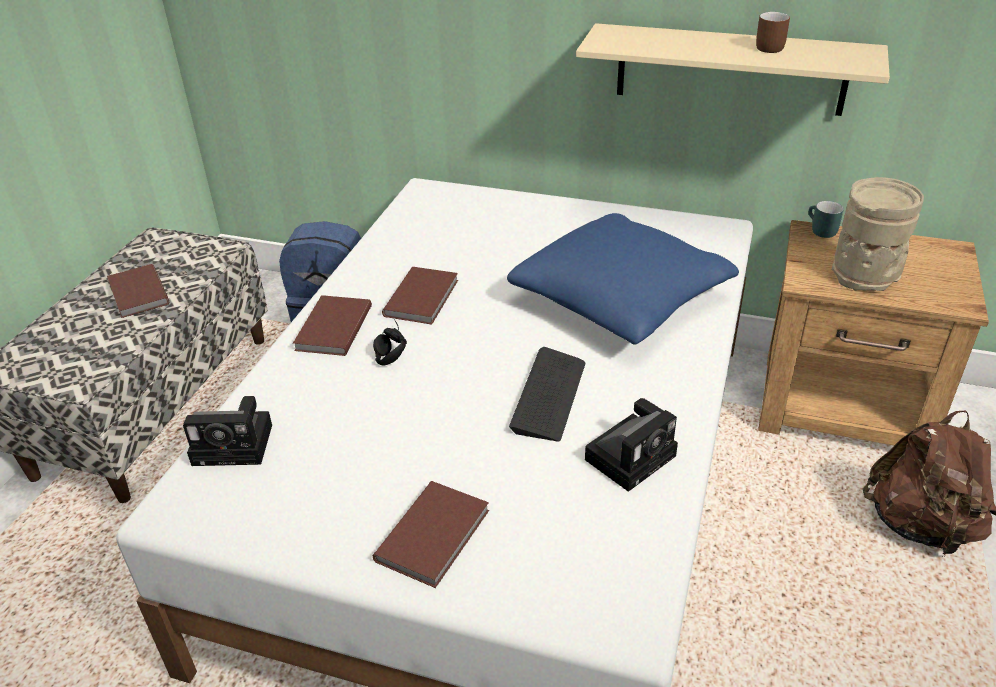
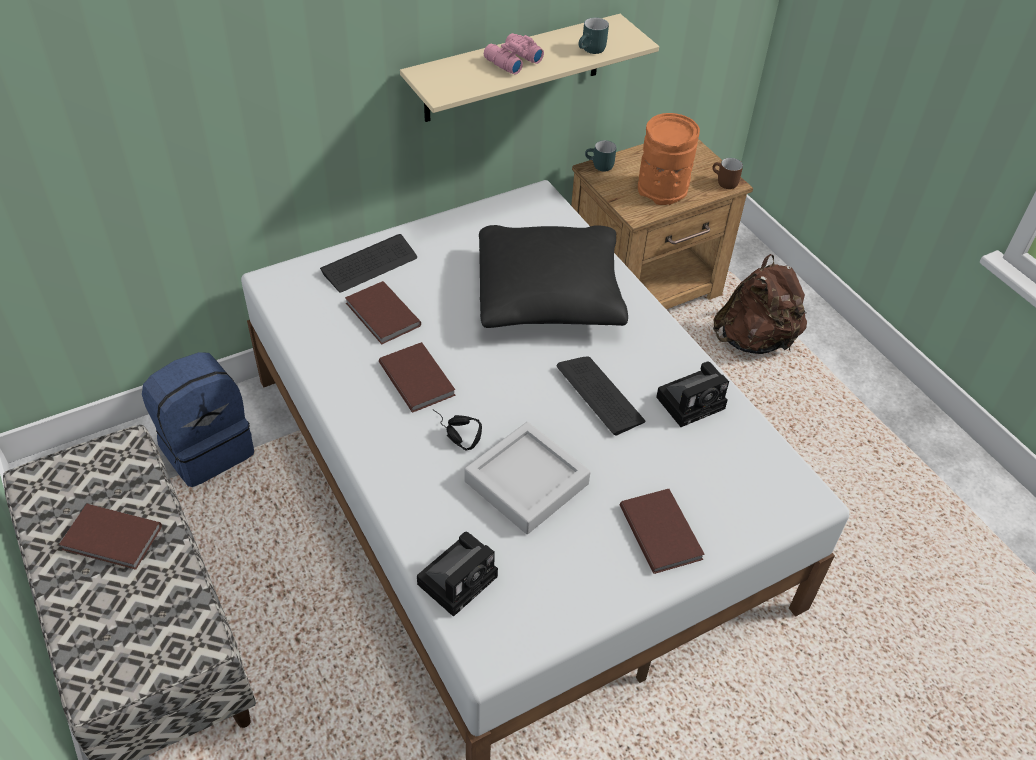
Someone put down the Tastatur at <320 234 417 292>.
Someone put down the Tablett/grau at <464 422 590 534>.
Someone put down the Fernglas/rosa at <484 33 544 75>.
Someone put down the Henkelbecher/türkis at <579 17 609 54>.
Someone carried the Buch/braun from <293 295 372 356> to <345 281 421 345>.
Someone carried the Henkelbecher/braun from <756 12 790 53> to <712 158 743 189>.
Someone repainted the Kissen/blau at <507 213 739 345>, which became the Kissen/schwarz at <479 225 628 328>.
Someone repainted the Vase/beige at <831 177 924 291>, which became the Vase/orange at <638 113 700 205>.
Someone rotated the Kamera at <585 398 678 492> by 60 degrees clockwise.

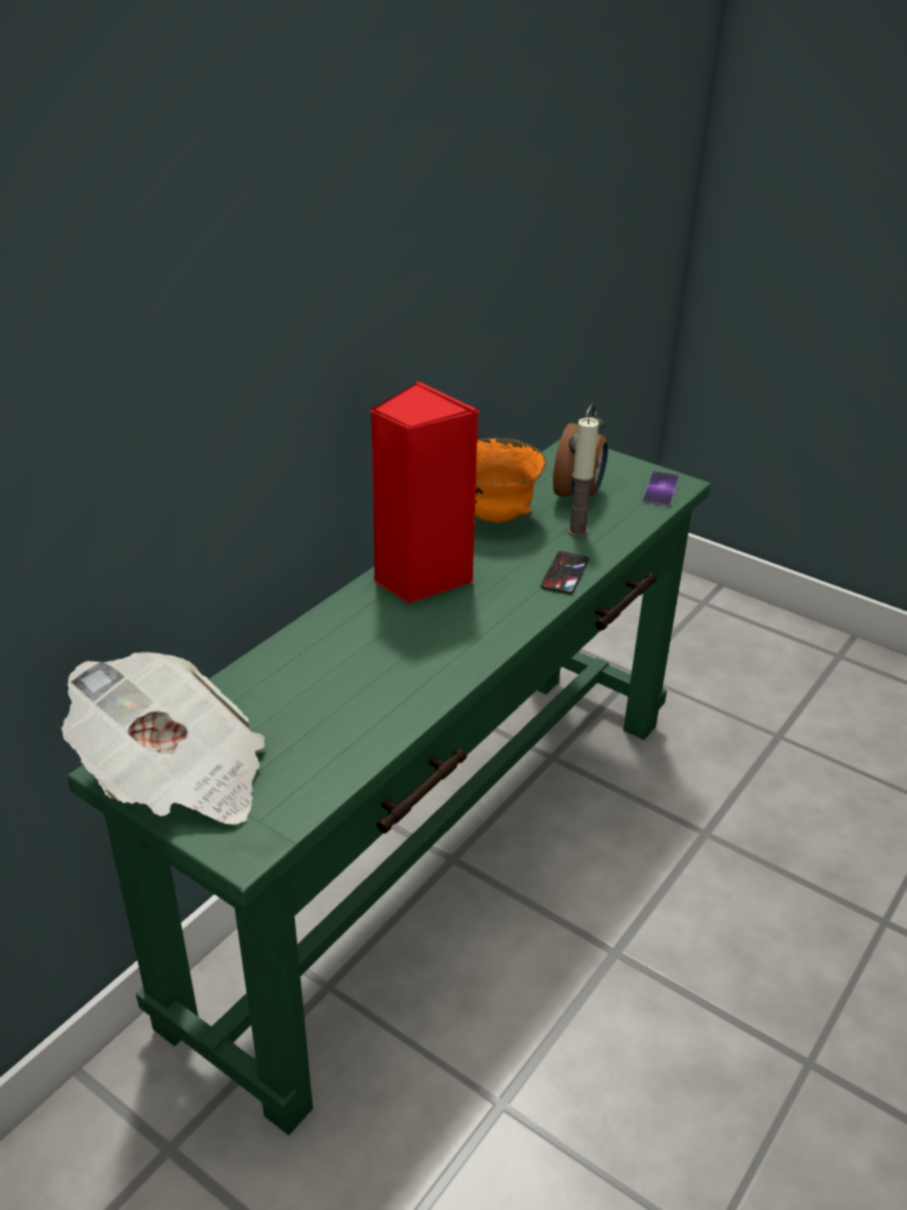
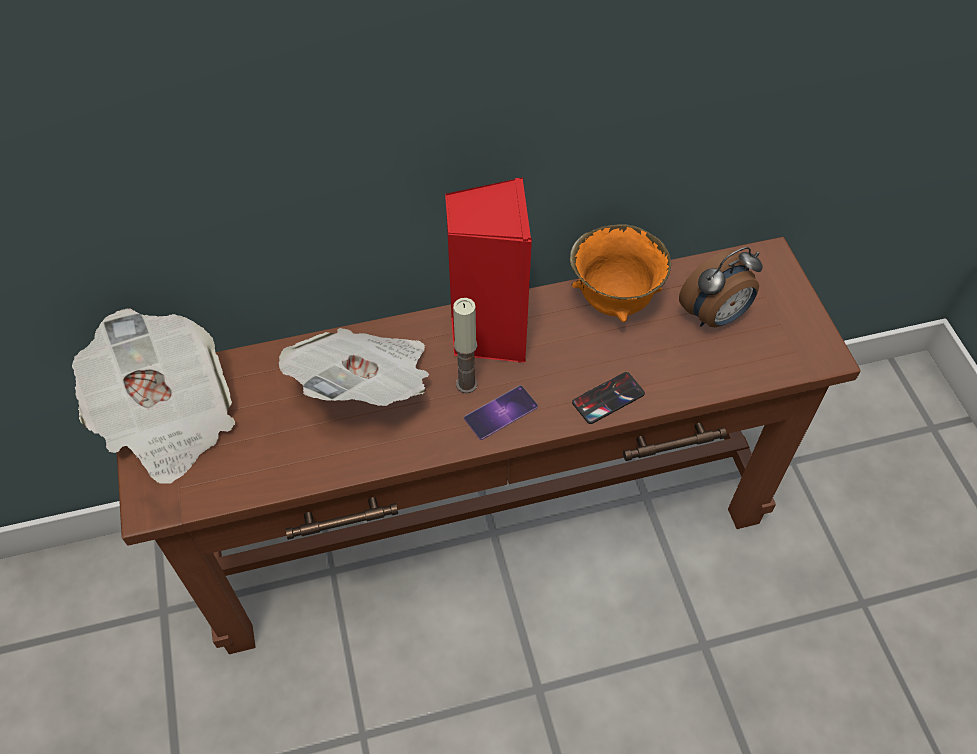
Someone put down the Zeitung at <279 328 429 406>.
Someone carried the Kerze from <567 418 599 537> to <453 298 478 393>.
Someone carried the Handy from <642 471 679 506> to <464 385 538 440>.
Someone repainted the Konsolentisch/grün at <67 440 711 1135>, which became the Konsolentisch/braun at <117 237 861 654>.

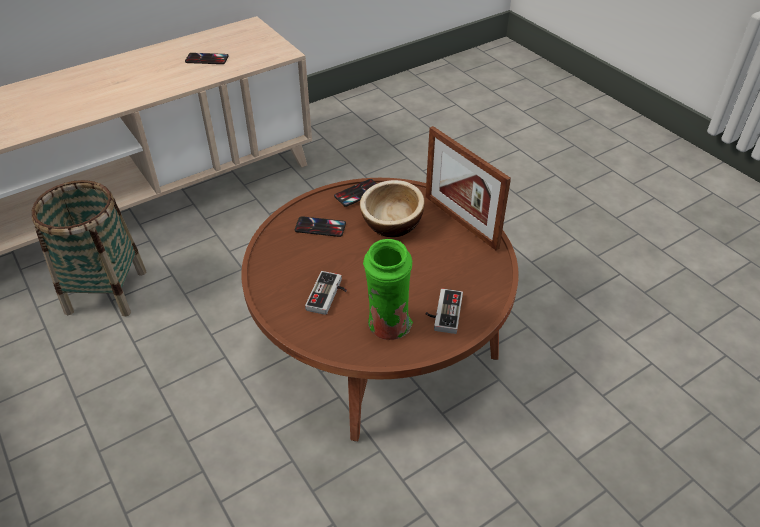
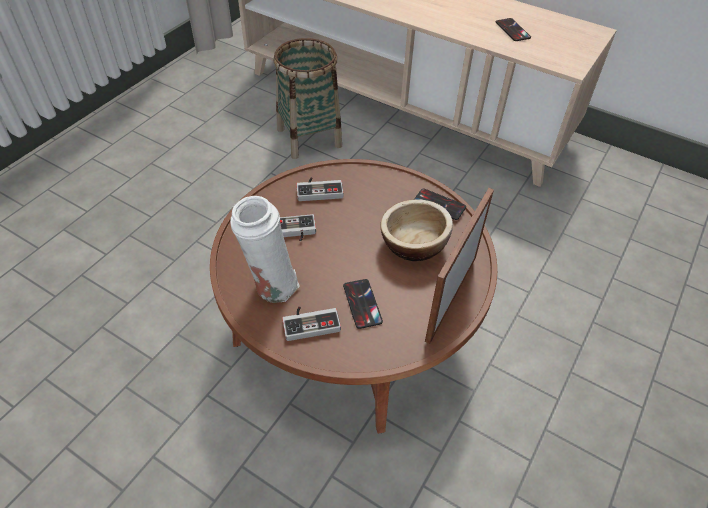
Someone put down the Gamepad at <296 177 344 201>.
Someone carried the Handy from <295 216 346 237> to <343 279 383 329>.
Someone repainted the Vase/grün at <363 239 413 340>, which became the Vase/weiß at <230 196 300 303>.

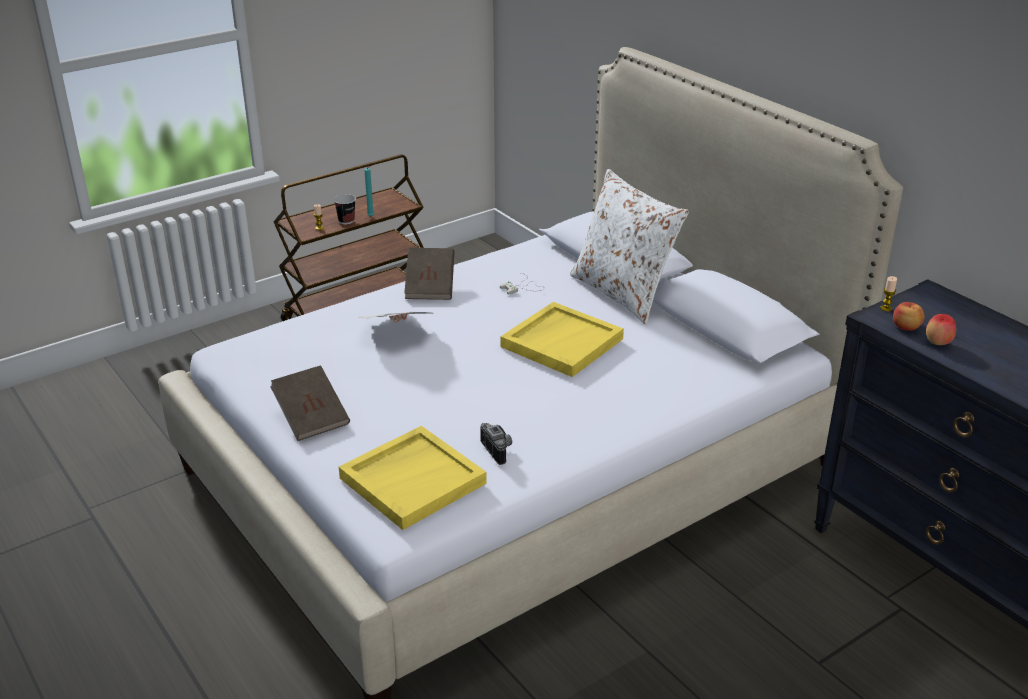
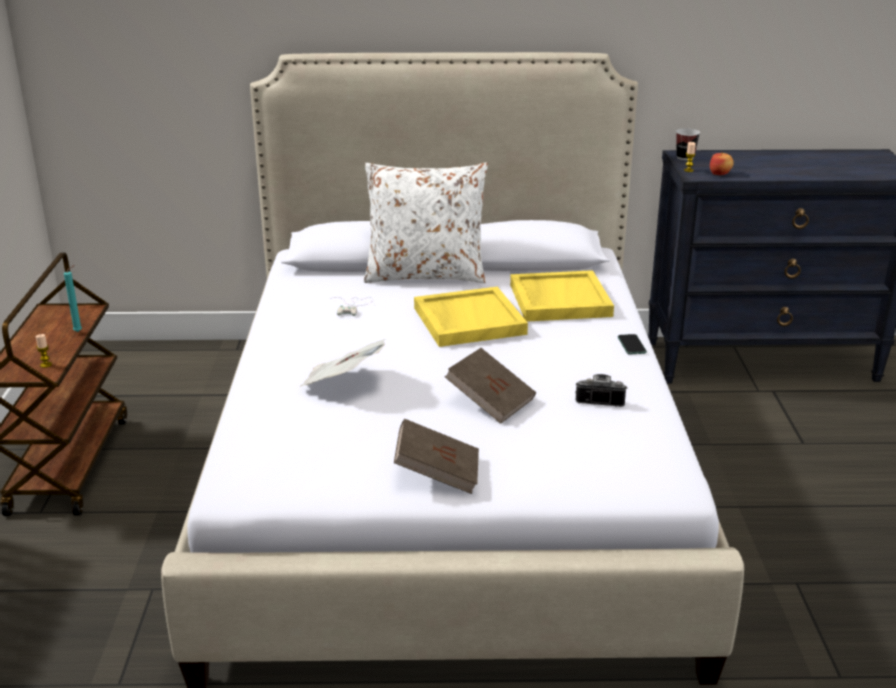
Someone took away the Apfel at <926 314 956 345>.
Someone put down the Handy at <618 334 647 354>.
Someone carried the Tasse from <334 194 356 224> to <676 128 700 160>.
Someone carried the Tablett/gelb from <339 426 487 530> to <510 270 614 322>.
Someone carried the Buch/braun from <404 248 455 300> to <445 348 536 424>.

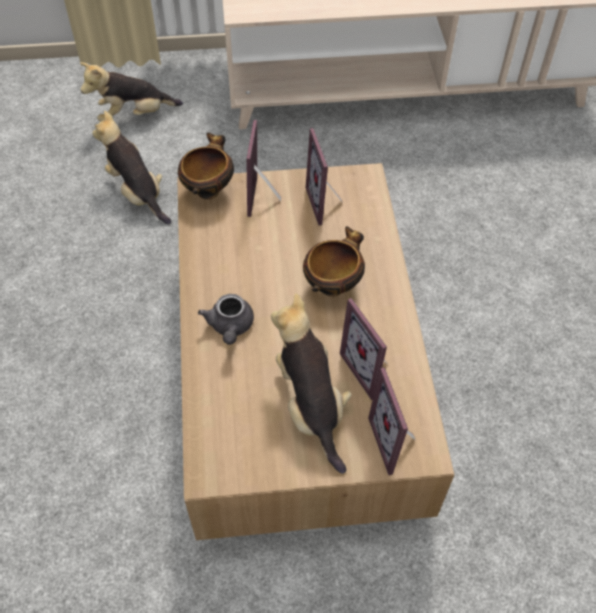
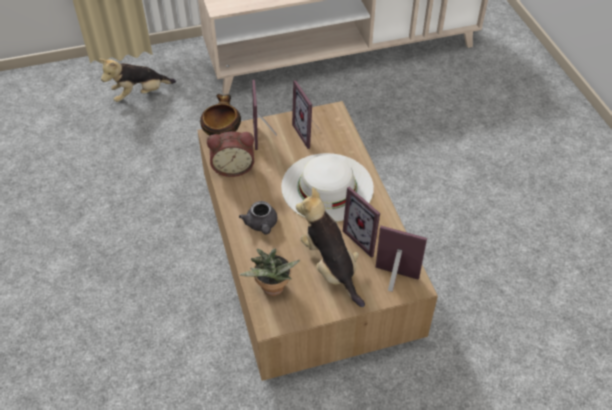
Someone took away the Plüschtier at <92 111 171 225>.
Someone put down the Wecker at <207 131 254 177>.
Someone put down the Topfpflanze at <239 248 300 296>.
Someone swapped the Schüssel at <303 226 365 297> for the Hut/weiß at <281 153 374 222>.
Someone rotated the Bilderrahmen at <368 367 416 475> by 135 degrees clockwise.

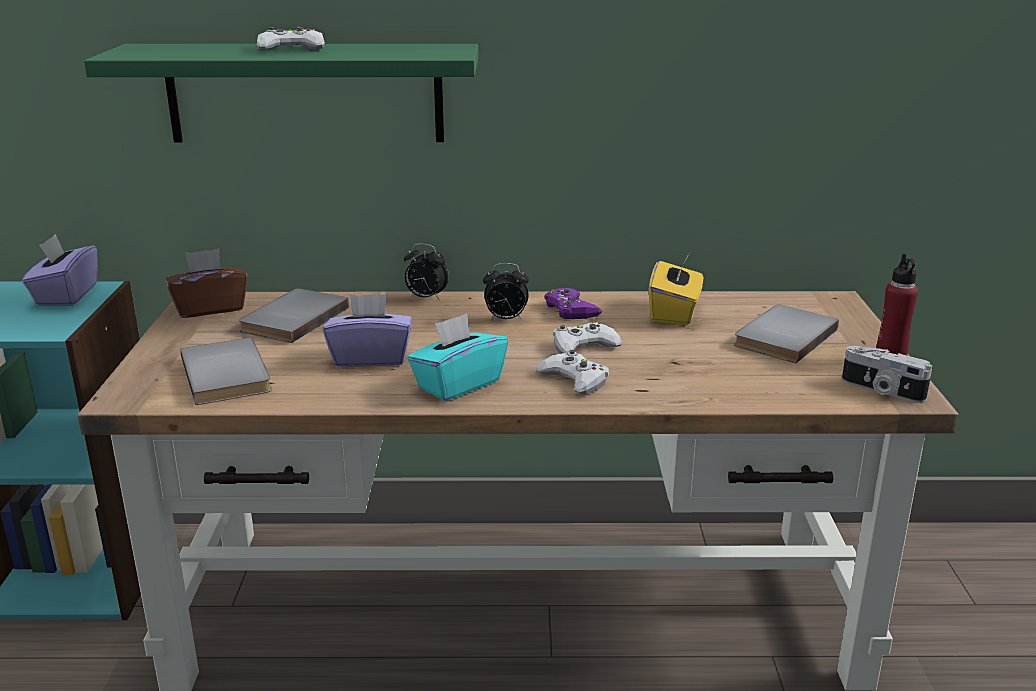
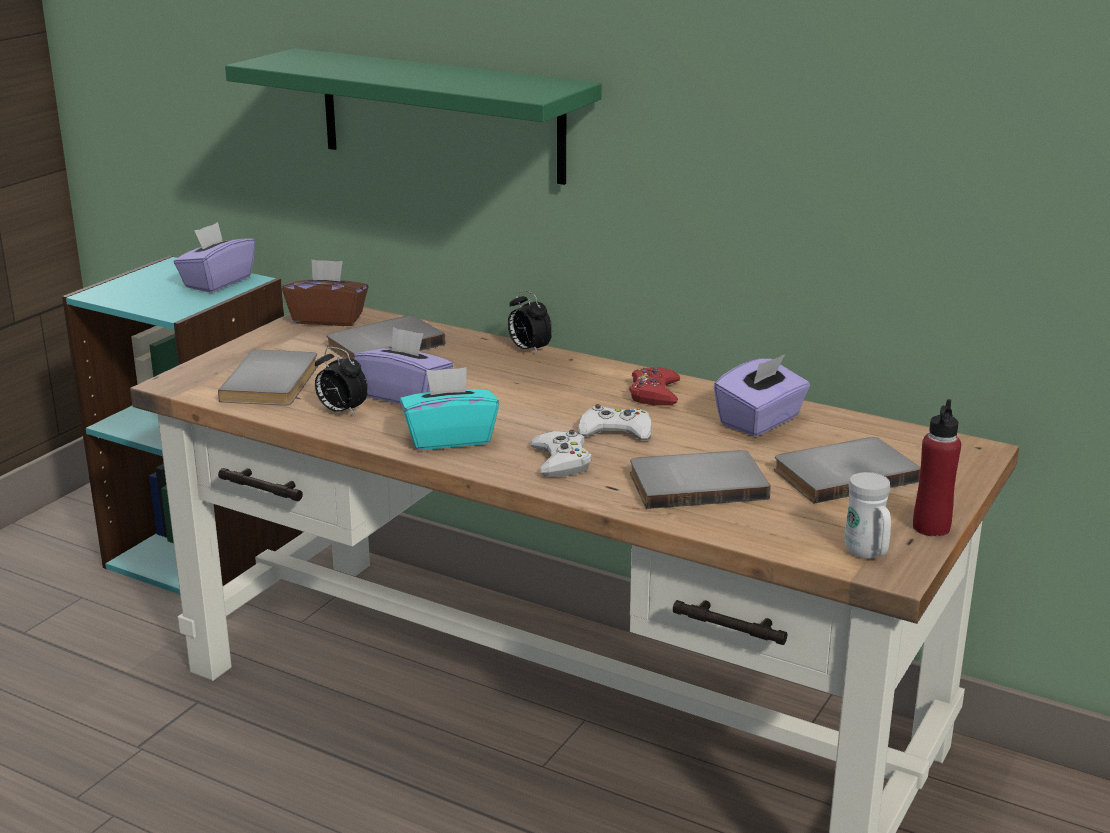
Someone took away the Gamepad/weiß at <257 26 325 51>.
Someone put down the Buch/grau at <630 450 771 509>.
Someone carried the Wecker from <483 263 529 320> to <315 347 368 416>.
Someone swapped the Kamera at <842 346 932 403> for the Henkelbecher/weiß at <845 472 891 558>.
Someone repainted the Gamepad/lila at <545 288 602 319>, which became the Gamepad/rot at <629 367 680 406>.
Someone repainted the Taschentuchbox/gelb at <649 254 703 325>, which became the Taschentuchbox/lila at <714 354 810 436>.

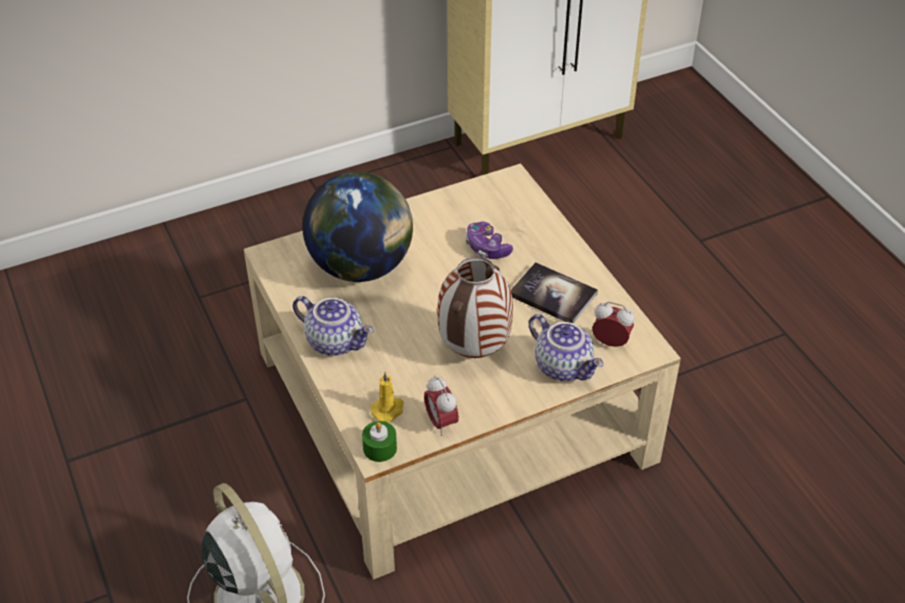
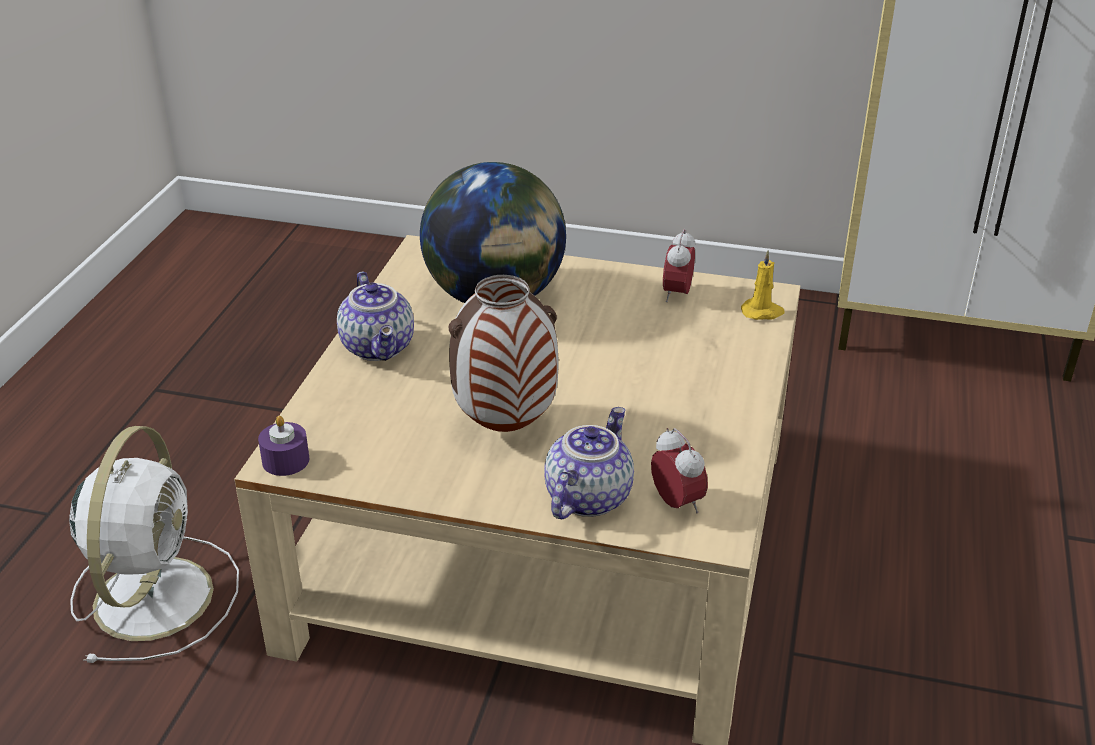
Someone took away the Gamepad at <465 221 513 259>.
Someone took away the Buch at <511 262 598 324>.
Someone carried the Kerze/gelb from <371 372 404 422> to <741 250 785 320>.
Someone carried the Wecker from <424 376 459 436> to <663 229 695 302>.
Someone repainted the Kerze/grün at <362 421 397 462>, which became the Kerze/lila at <258 416 310 476>.
Someone rotated the Teekanne at <529 314 603 381> by 150 degrees counterclockwise.

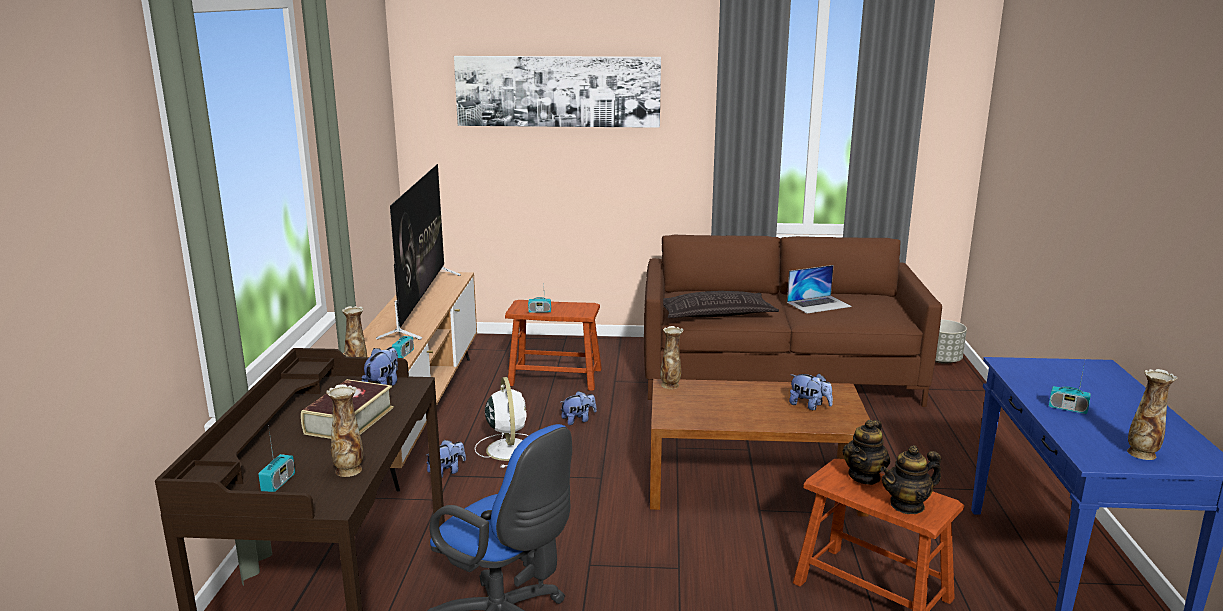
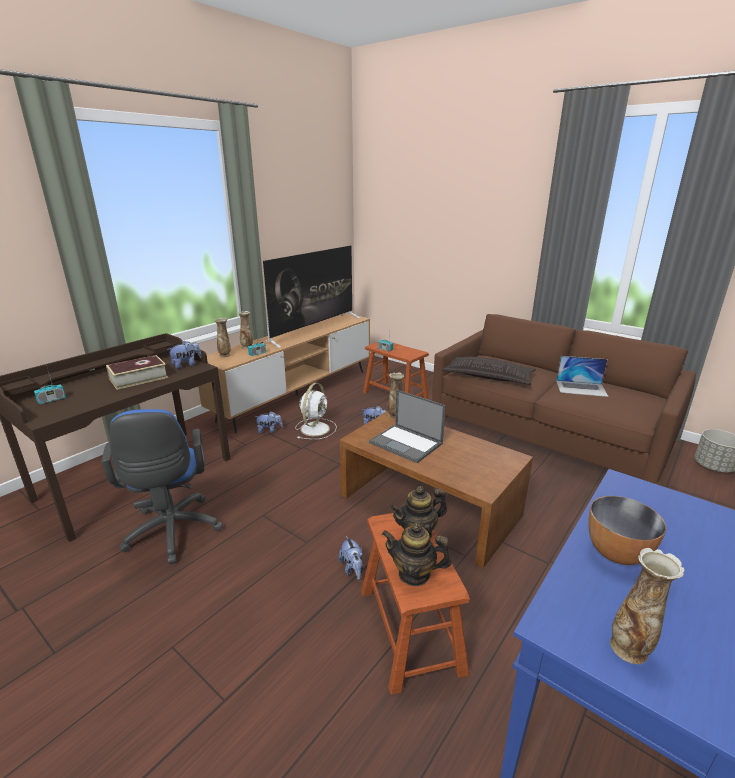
Someone took away the Bild at <454 56 661 128>.
Someone put down the Laptop at <369 390 446 463>.
Someone carried the Vase from <326 384 363 477> to <238 311 253 349>.
Someone carried the Plüschtier from <789 373 833 410> to <338 536 363 580>.
Someone swapped the Radio at <1049 362 1091 414> for the Schüssel at <588 496 666 565>.

